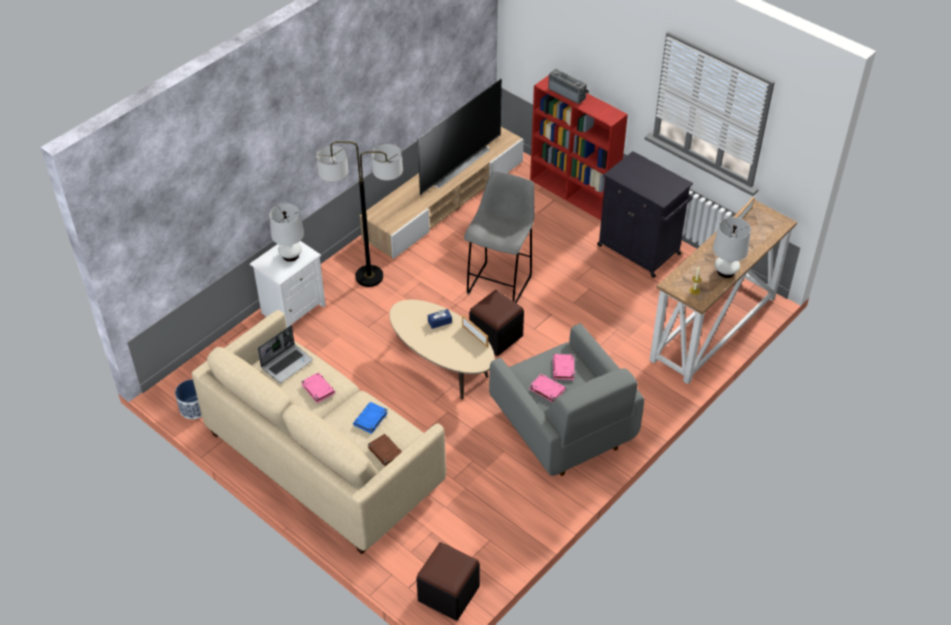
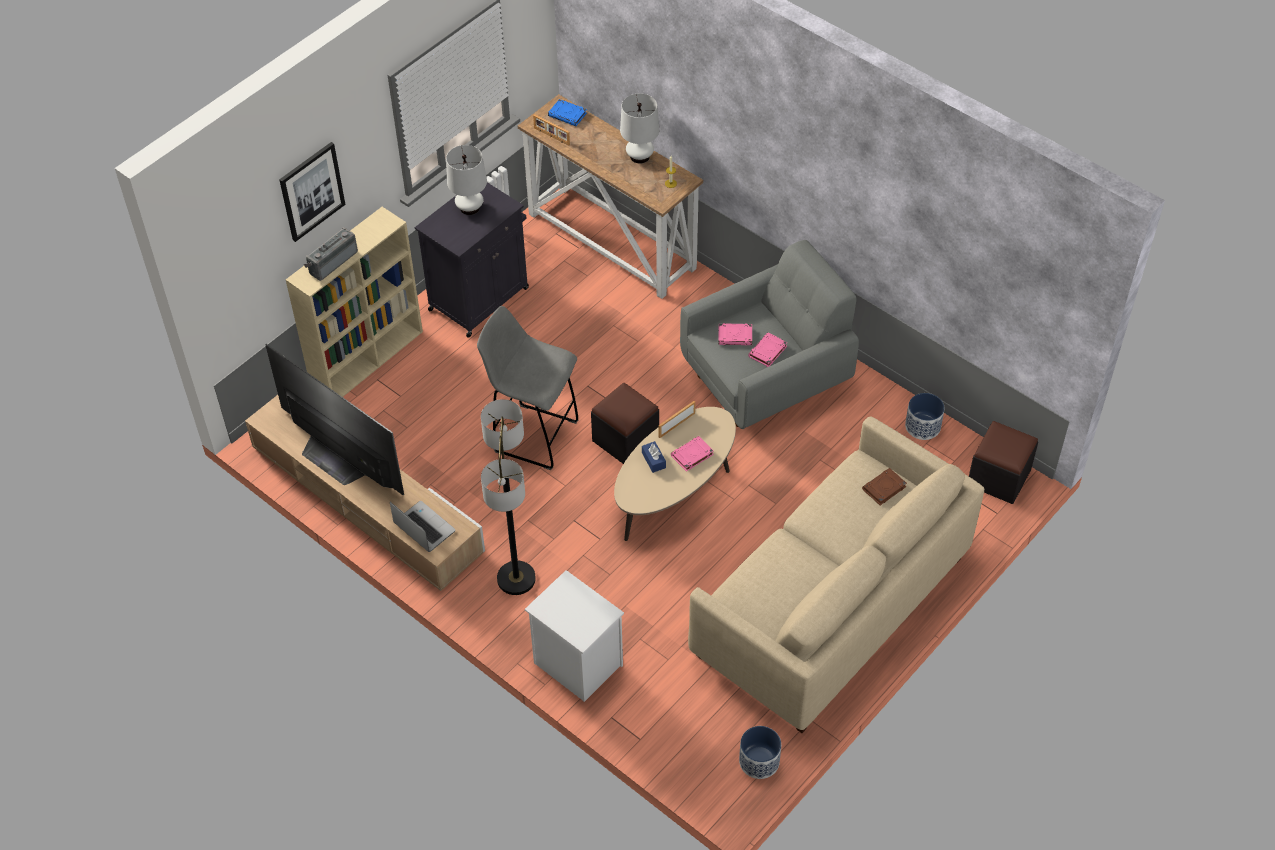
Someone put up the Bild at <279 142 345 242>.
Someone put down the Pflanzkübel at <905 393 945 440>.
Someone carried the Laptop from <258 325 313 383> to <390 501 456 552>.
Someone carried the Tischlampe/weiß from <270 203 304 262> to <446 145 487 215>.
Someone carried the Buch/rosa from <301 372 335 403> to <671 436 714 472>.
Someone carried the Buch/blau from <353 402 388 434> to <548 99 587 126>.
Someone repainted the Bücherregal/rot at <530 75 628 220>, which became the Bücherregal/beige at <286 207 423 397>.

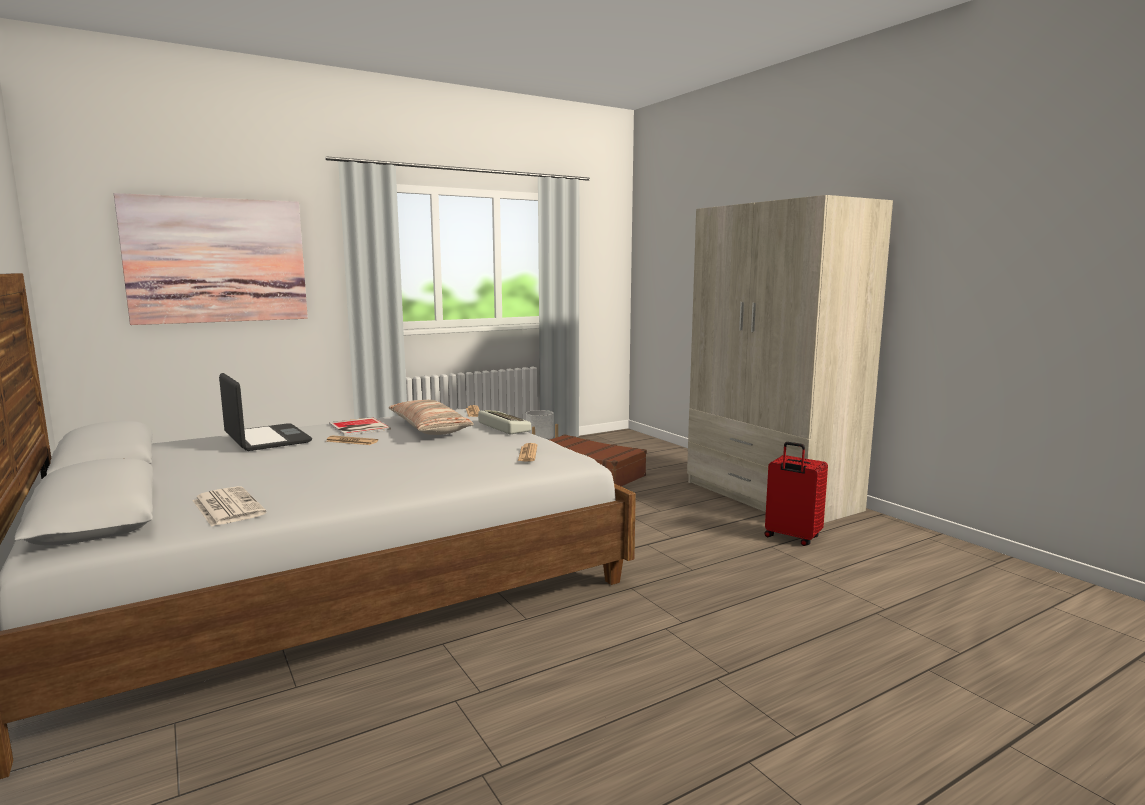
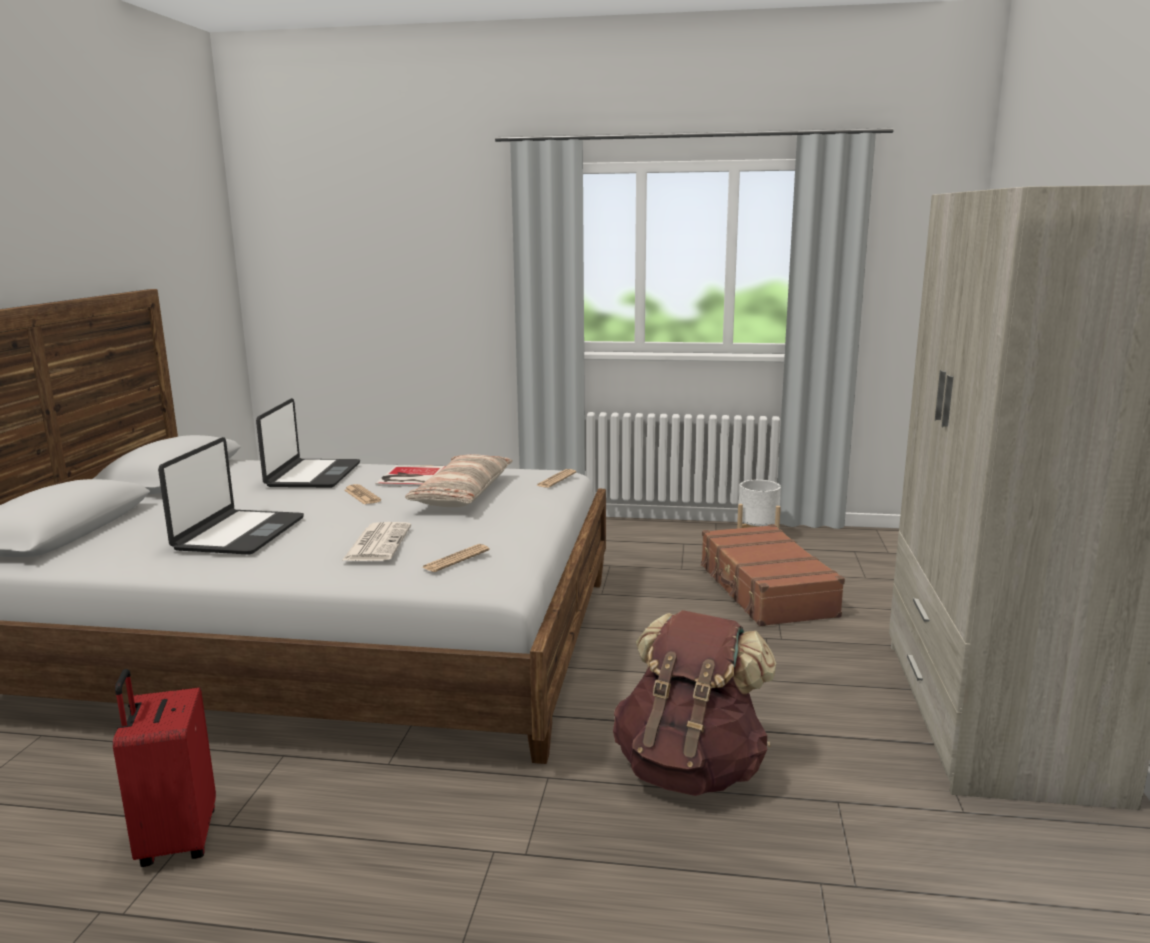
Someone took away the Bild at <114 193 308 325>.
Someone took away the Tastatur at <478 410 531 434>.
Someone put down the Laptop at <158 437 304 555>.
Someone put down the Rucksack/braun at <613 610 777 796>.
Someone carried the Zeitung from <192 486 266 527> to <342 522 411 561>.
Someone carried the Koffer/rot from <764 442 828 546> to <113 669 216 867>.

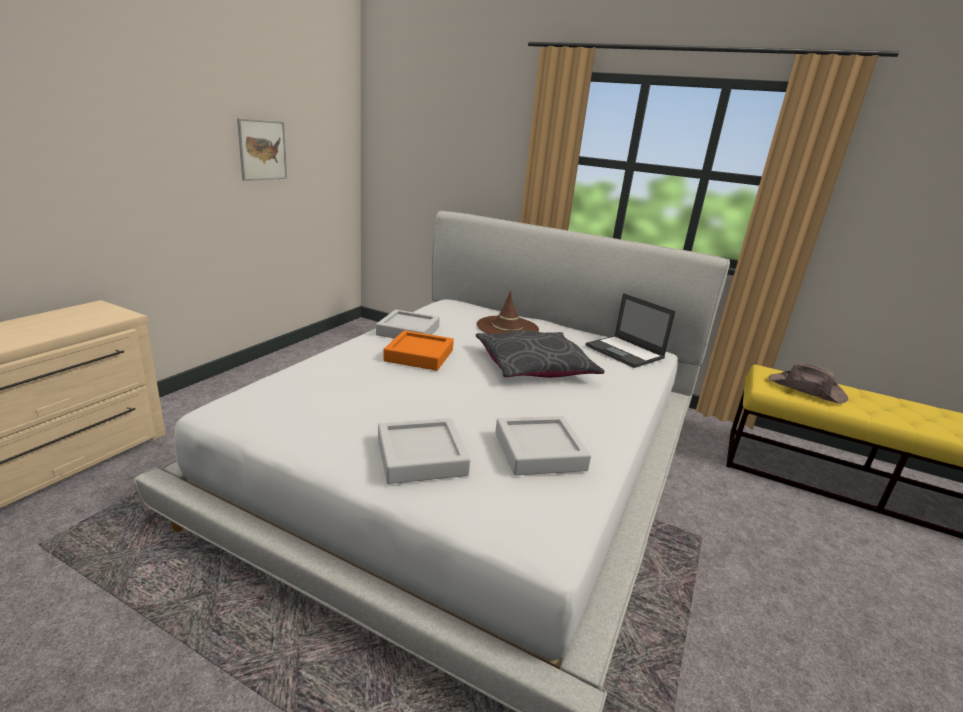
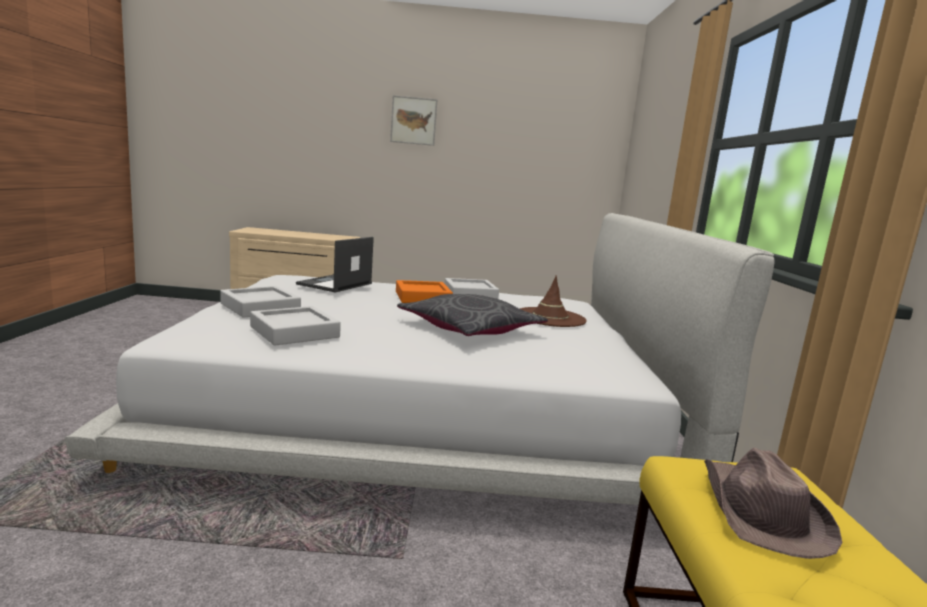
Someone carried the Bild from <237 118 287 181> to <390 95 437 146>.
Someone carried the Laptop from <585 293 676 368> to <296 237 374 292>.

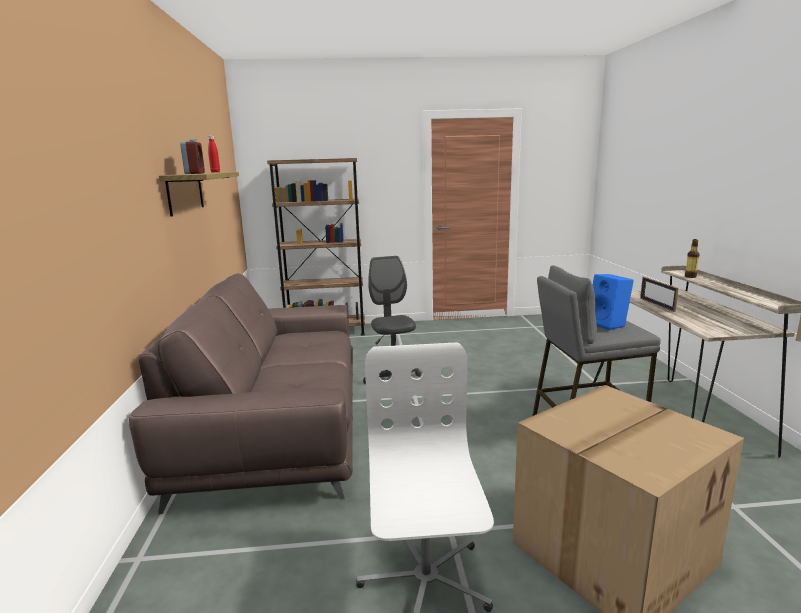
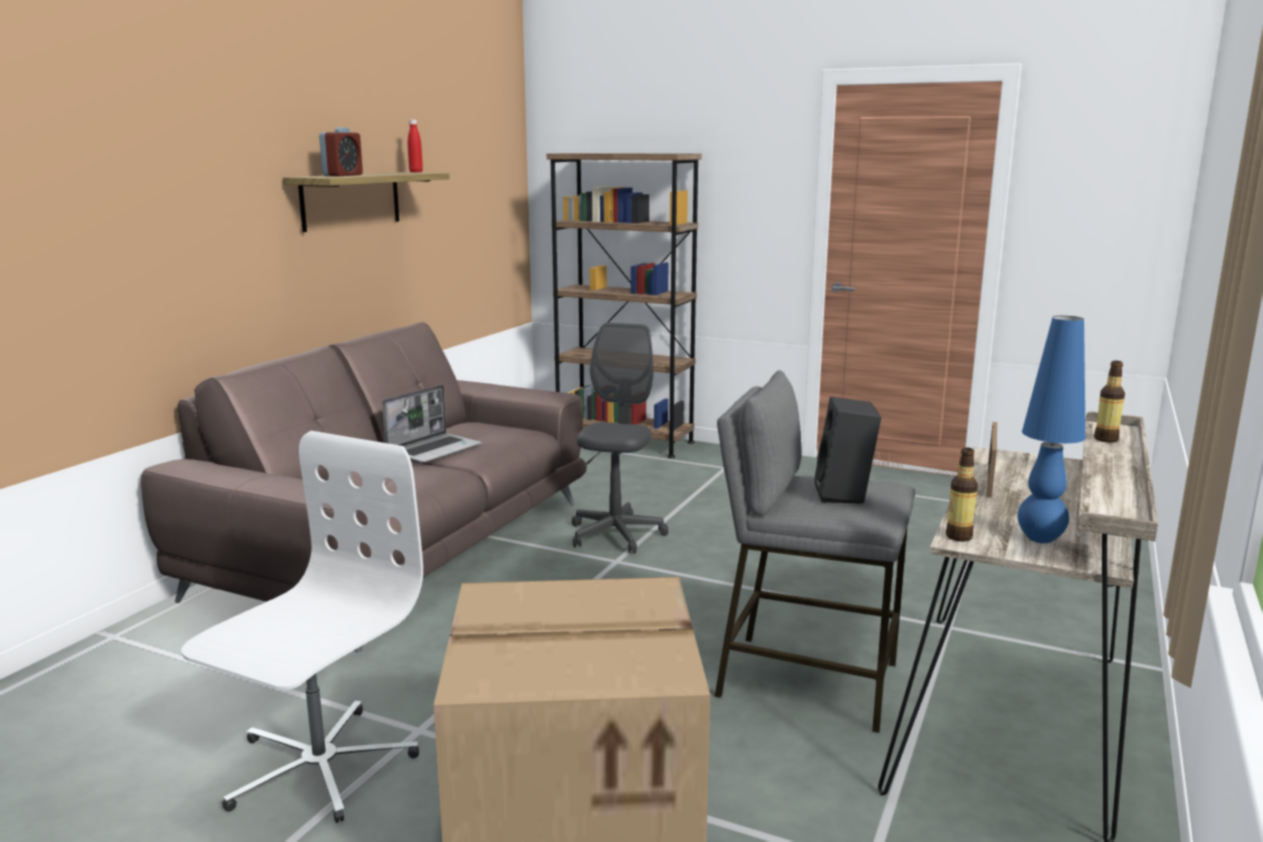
Someone put down the Laptop at <382 385 482 463>.
Someone put down the Flasche at <946 448 978 542>.
Someone put down the Tischlampe/blau at <1017 316 1086 543>.
Someone repainted the Lautsprecher/blau at <593 274 634 330>, which became the Lautsprecher/schwarz at <814 397 881 504>.

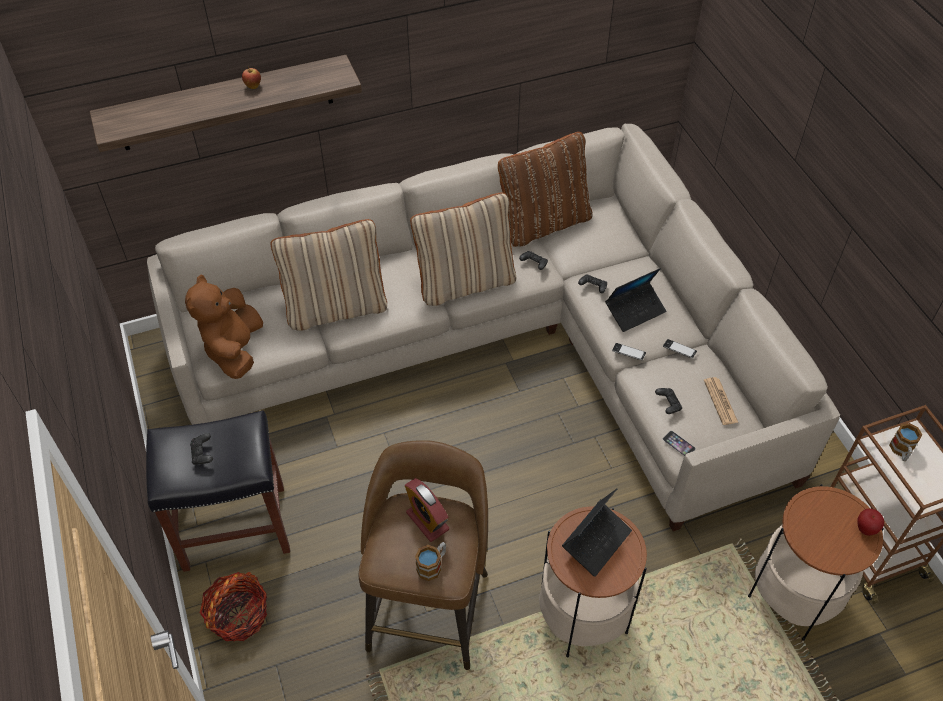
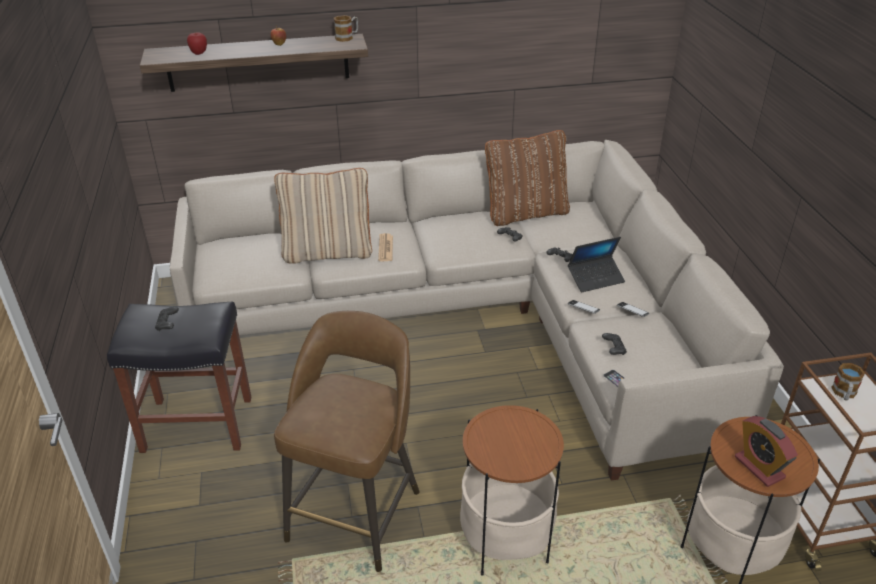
Someone took away the Plüschtier/braun at <185 275 263 379>.
Someone took away the Korb at <199 572 267 641>.
Someone took away the Kissen/beige at <410 193 516 306>.
Someone took away the Laptop at <562 489 632 577>.
Someone carried the Wecker from <405 478 449 542> to <735 416 798 487>.
Someone carried the Henkelbecher from <415 542 446 581> to <334 15 358 42>.
Someone carried the Zeitung from <704 377 738 425> to <378 233 393 261>.
Someone carried the Apfel from <857 508 884 536> to <187 32 207 55>.

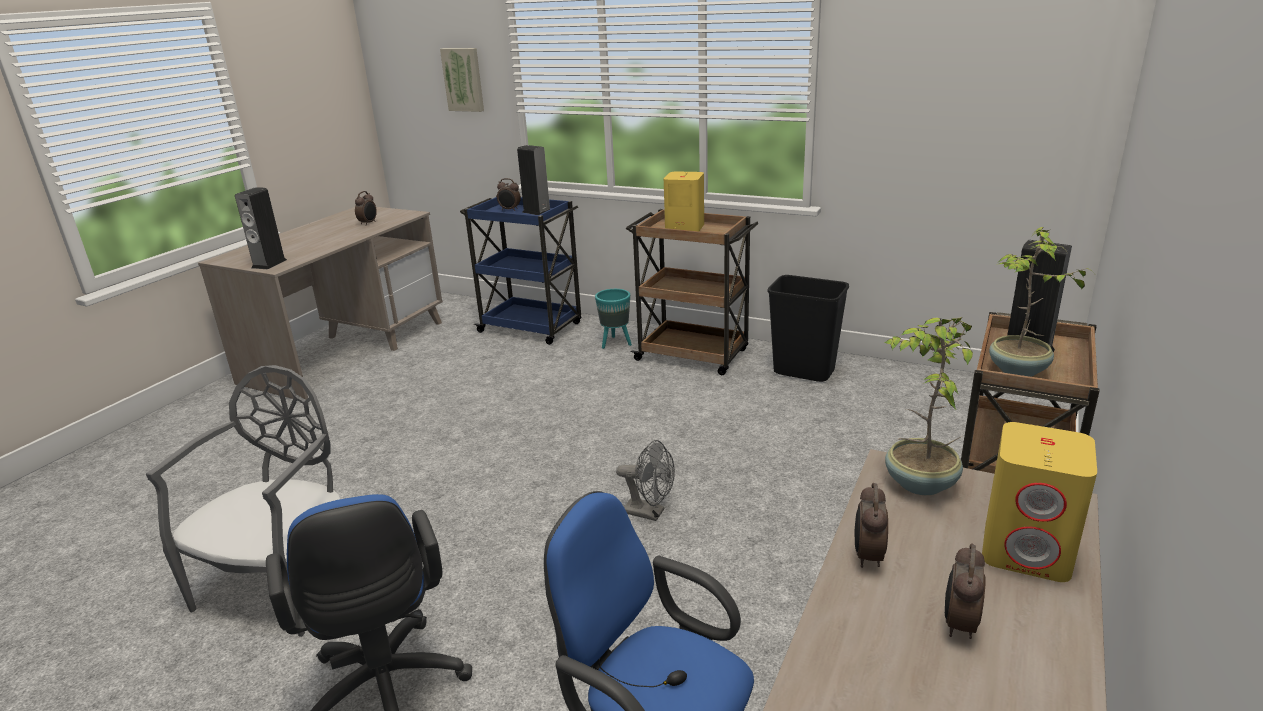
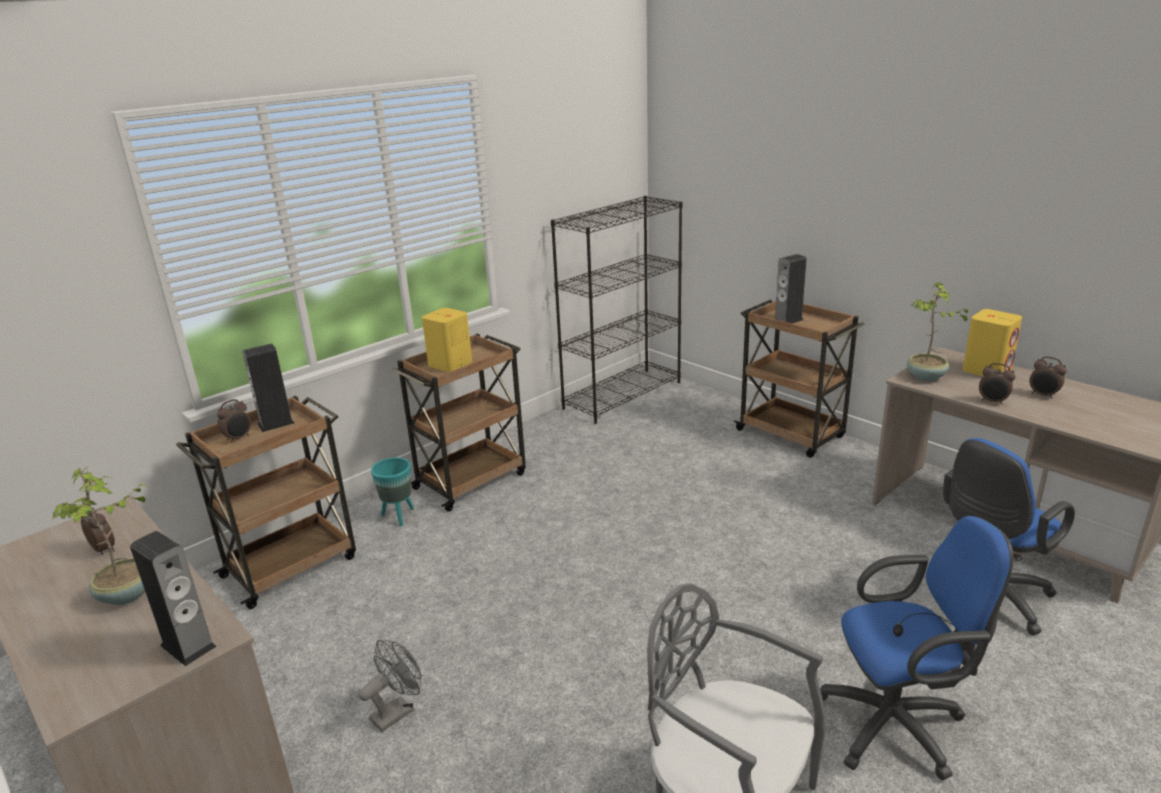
Someone took away the Bild at <440 48 484 112>.
Someone took away the Mülleimer/schwarz at <767 275 849 382>.
Someone put down the Bücherregal/schwarz at <551 196 682 424>.
Someone carried the Ventilator/grau from <616 440 675 521> to <359 640 422 732>.
Someone carried the Topfpflanze from <989 227 1097 377> to <53 467 149 605>.
Someone repainted the Rollwagen/blau at <460 196 582 345>, which became the Rollwagen/braun at <176 396 356 609>.

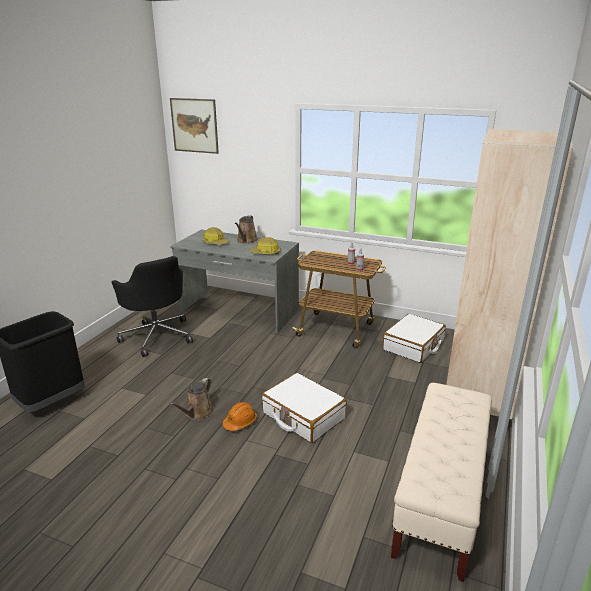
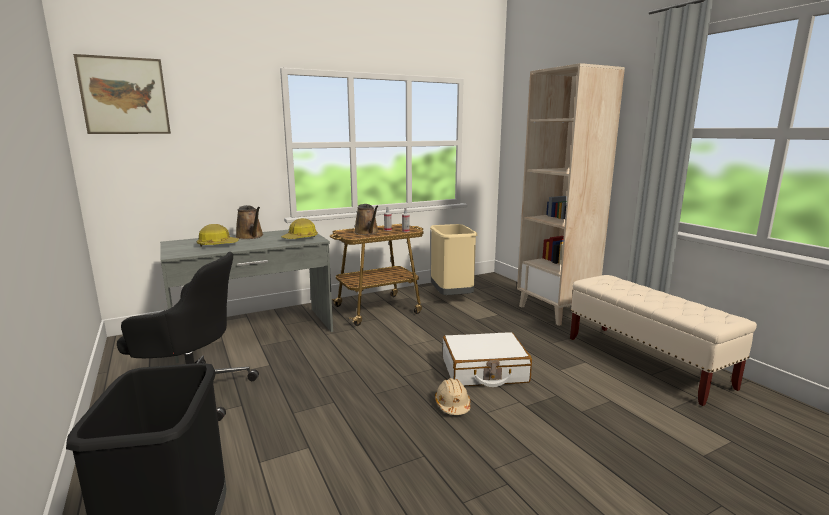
Someone carried the Gießkanne/braun from <169 378 214 420> to <354 204 379 235>.
Someone swapped the Koffer/weiß at <383 314 446 363> for the Mülleimer/beige at <430 224 477 295>.
Someone repainted the Schutzhelm/orange at <223 402 257 431>, which became the Schutzhelm/beige at <435 378 470 415>.

